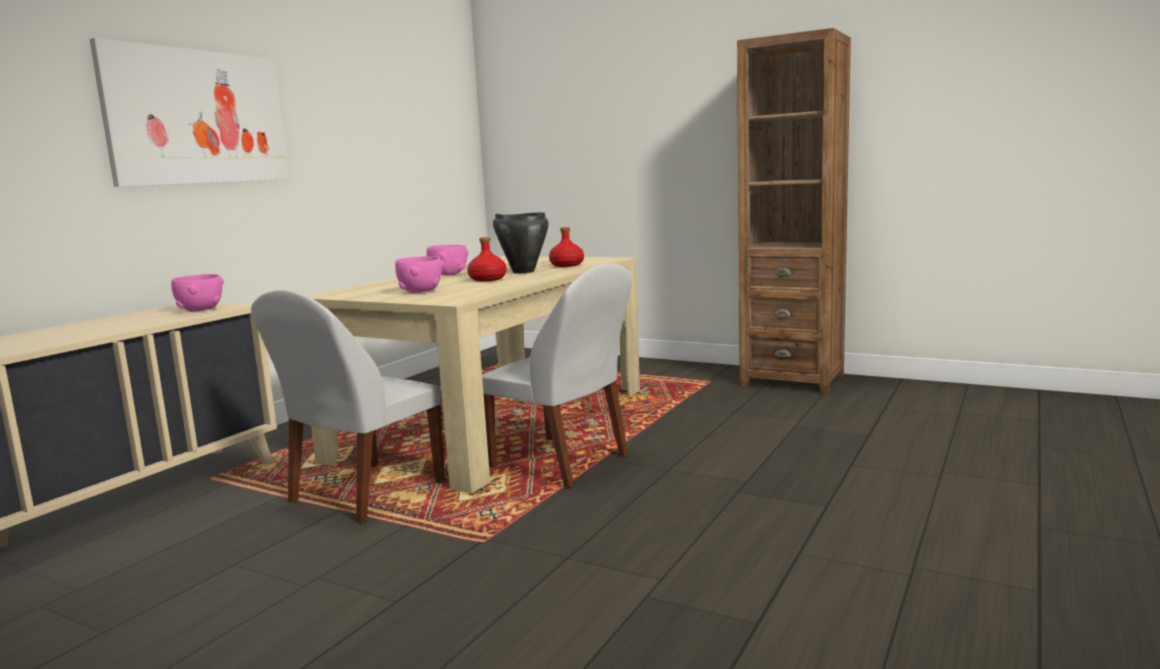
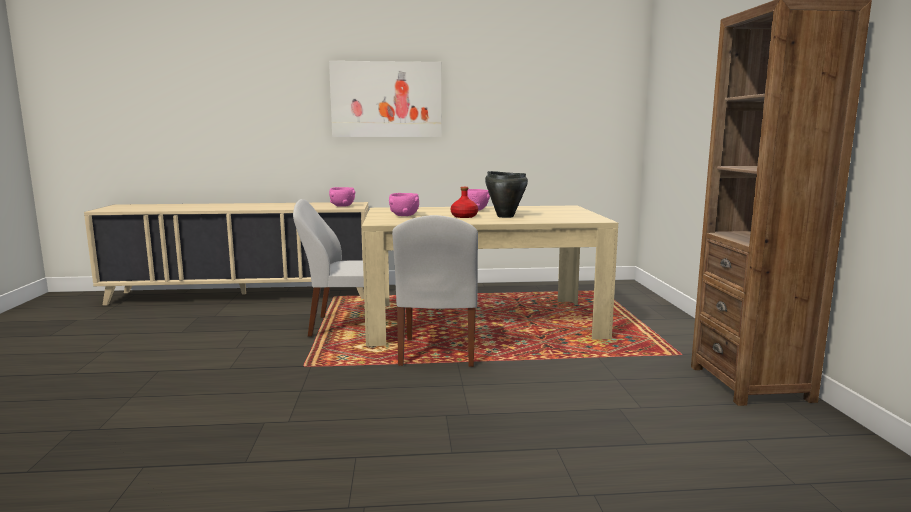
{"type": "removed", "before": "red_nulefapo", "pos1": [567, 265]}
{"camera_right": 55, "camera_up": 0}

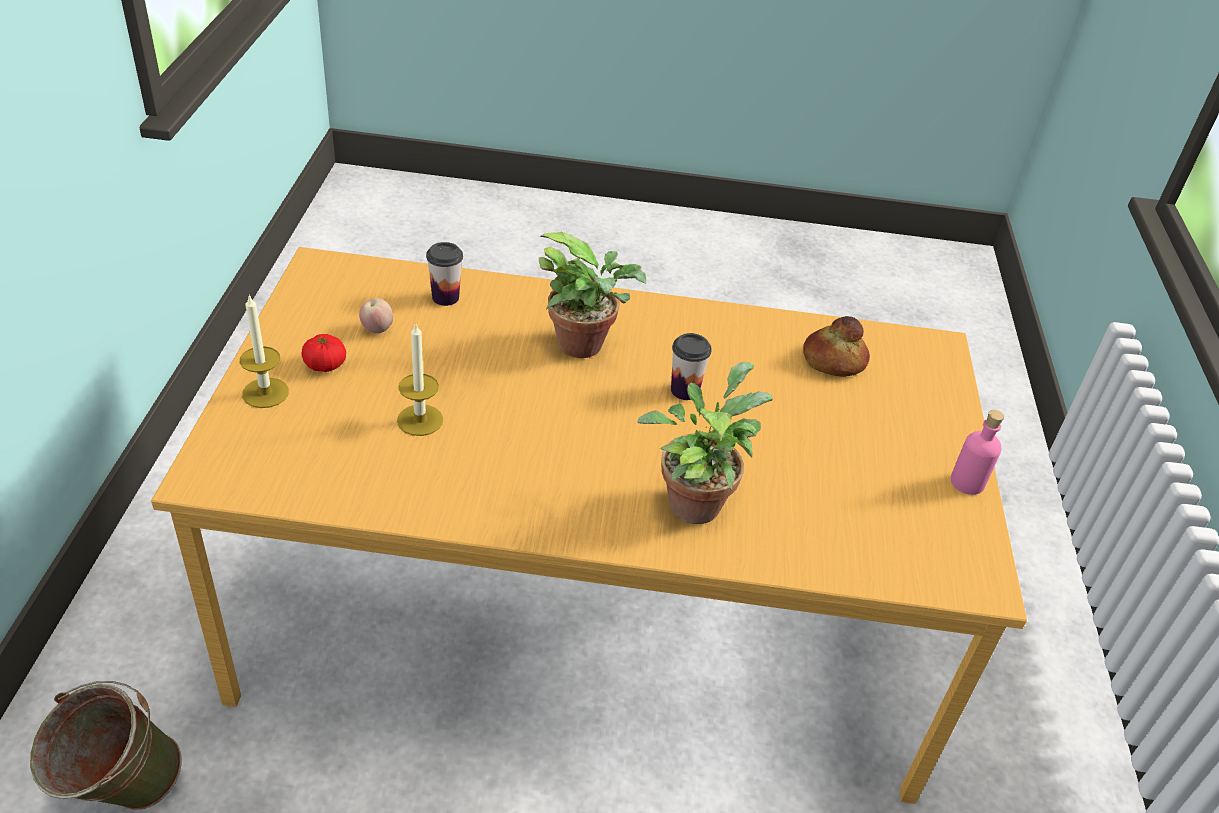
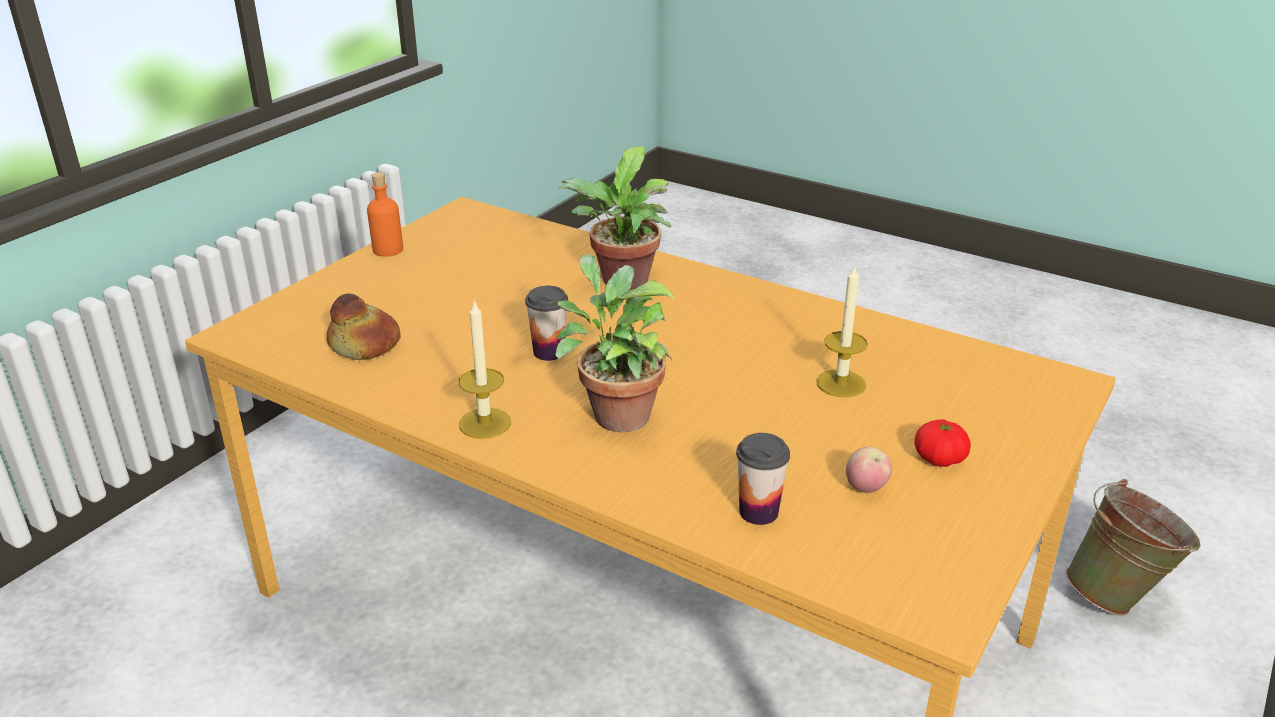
{"type": "moved", "before": "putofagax", "pos1": [265, 393], "pos2": [485, 423]}
{"type": "recoloured", "before": "pink_nulefapo", "after": "orange_nulefapo", "pos1": [967, 482], "pos2": [388, 250]}
{"camera_right": -150, "camera_up": -10}

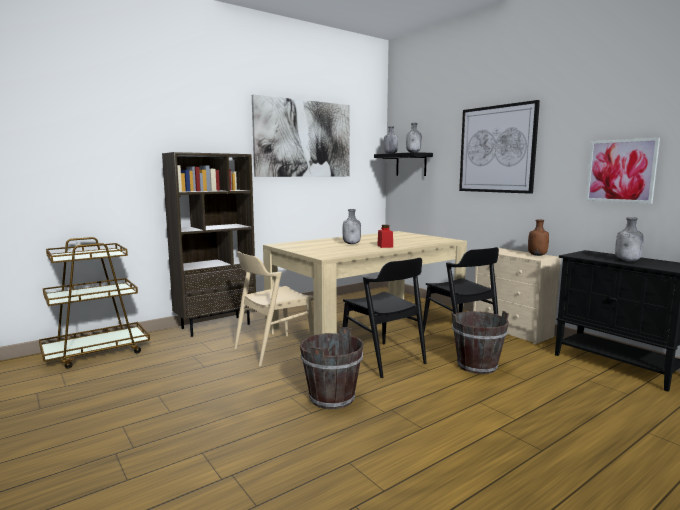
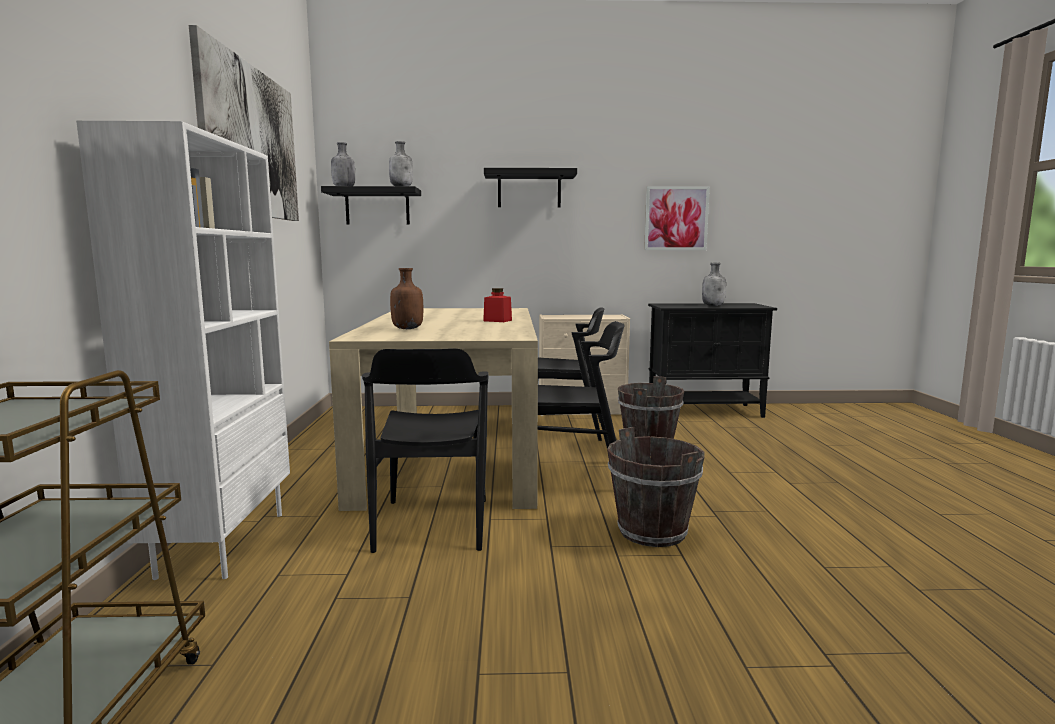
{"type": "replaced", "before": "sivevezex", "after": "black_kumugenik", "pos1": [497, 149], "pos2": [529, 190]}
{"type": "recoloured", "before": "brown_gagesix", "after": "white_gagesix", "pos1": [216, 326], "pos2": [222, 543]}
{"type": "removed", "before": "grey_nulefapo", "pos1": [352, 243]}
{"type": "moved", "before": "brown_nulefapo", "pos1": [537, 255], "pos2": [407, 328]}
{"type": "recoloured", "before": "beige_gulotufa", "after": "black_gulotufa", "pos1": [274, 349], "pos2": [432, 524]}
{"camera_right": -55, "camera_up": 0}

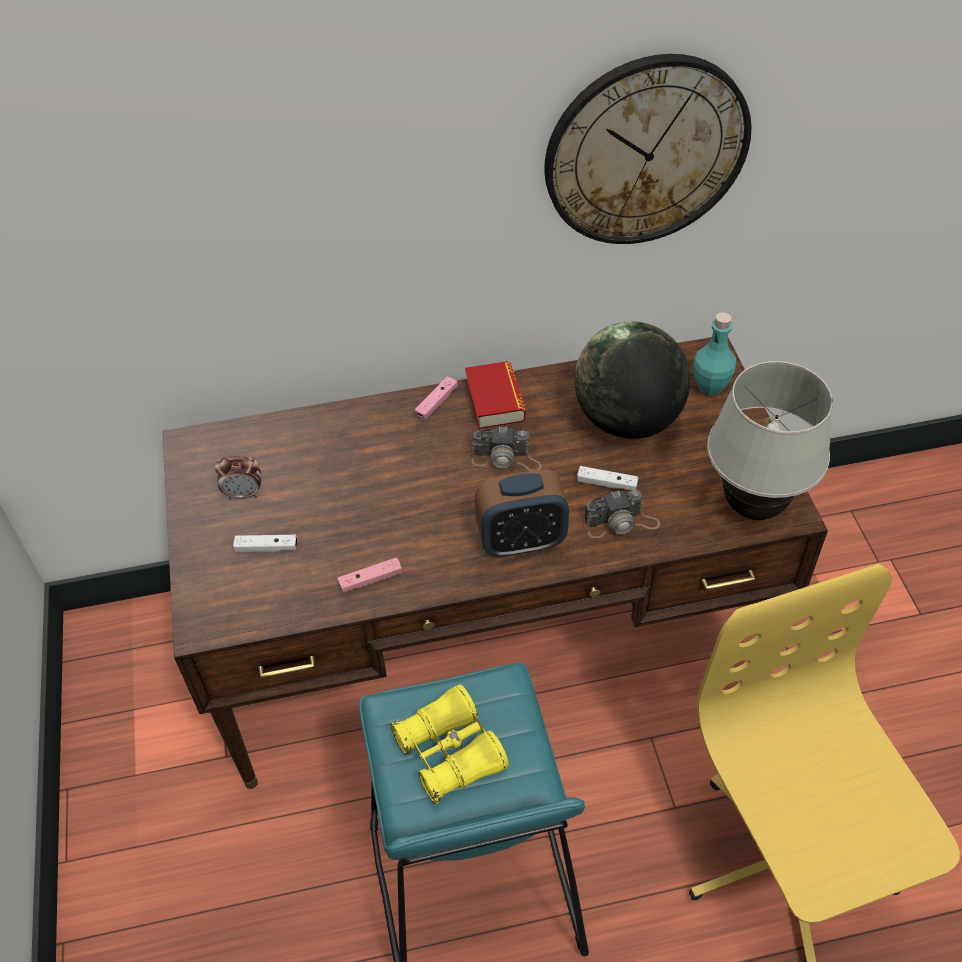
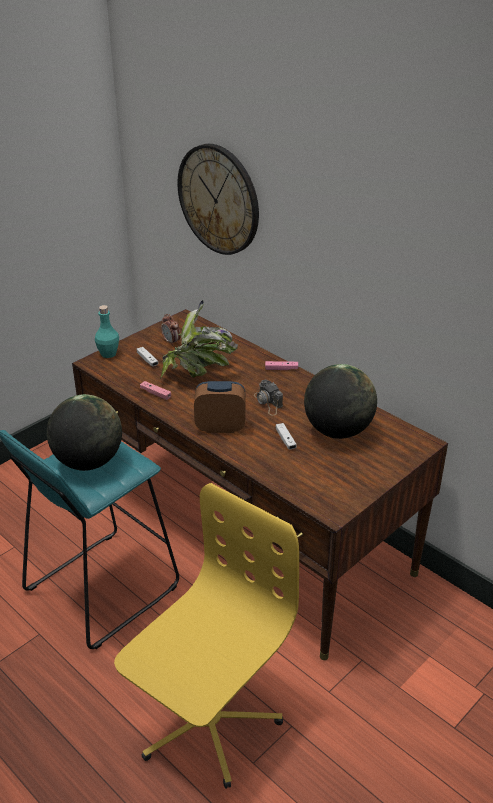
{"type": "moved", "before": "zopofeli", "pos1": [646, 151], "pos2": [219, 199]}
{"type": "moved", "before": "turquoise_nulefapo", "pos1": [710, 386], "pos2": [108, 354]}
{"type": "removed", "before": "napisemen", "pos1": [495, 400]}
{"type": "removed", "before": "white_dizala", "pos1": [752, 508]}
{"type": "turned", "before": "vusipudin", "pos1": [521, 541], "pos2": [220, 427], "turn": 135}
{"type": "removed", "before": "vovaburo", "pos1": [621, 522]}
{"type": "replaced", "before": "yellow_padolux", "after": "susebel", "pos1": [450, 752], "pos2": [89, 461]}
{"type": "added", "after": "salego", "pos2": [198, 373]}
{"camera_right": 55, "camera_up": -15}

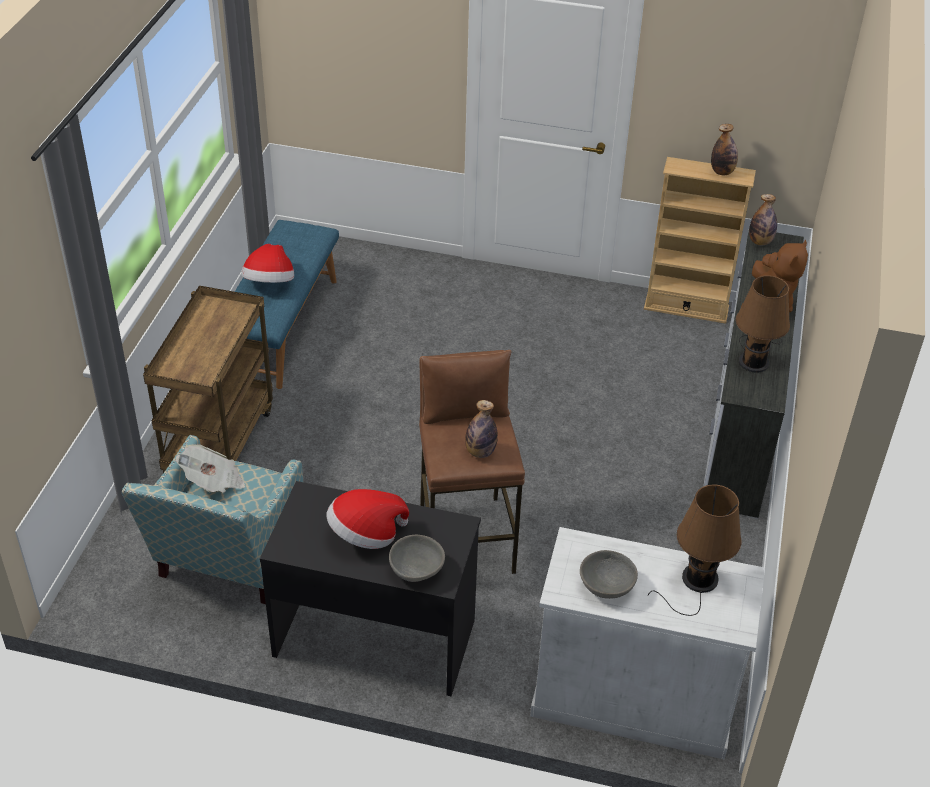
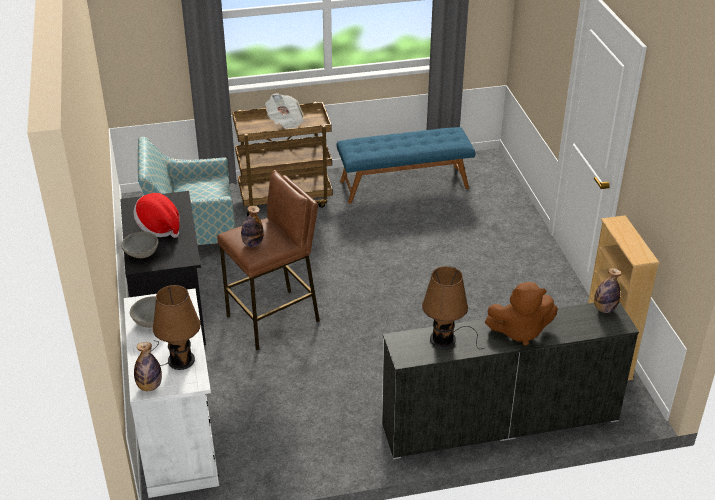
{"type": "moved", "before": "nulefapo", "pos1": [722, 172], "pos2": [149, 386]}
{"type": "removed", "before": "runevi", "pos1": [270, 284]}
{"type": "moved", "before": "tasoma", "pos1": [213, 482], "pos2": [285, 121]}
{"camera_right": 65, "camera_up": -5}

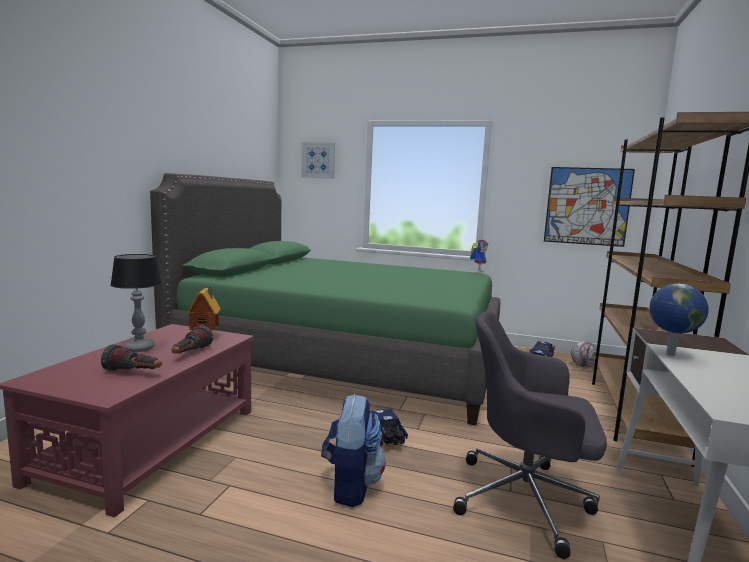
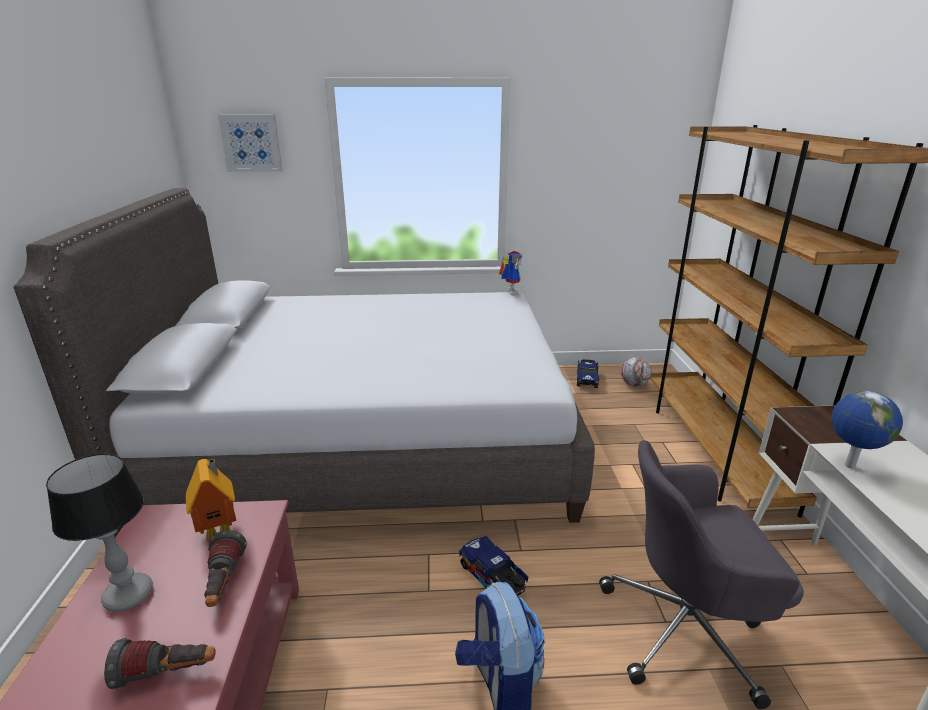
{"type": "removed", "before": "sivevezex", "pos1": [587, 206]}
{"type": "recoloured", "before": "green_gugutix", "after": "grey_gugutix", "pos1": [345, 358], "pos2": [366, 441]}
{"camera_right": -20, "camera_up": 15}

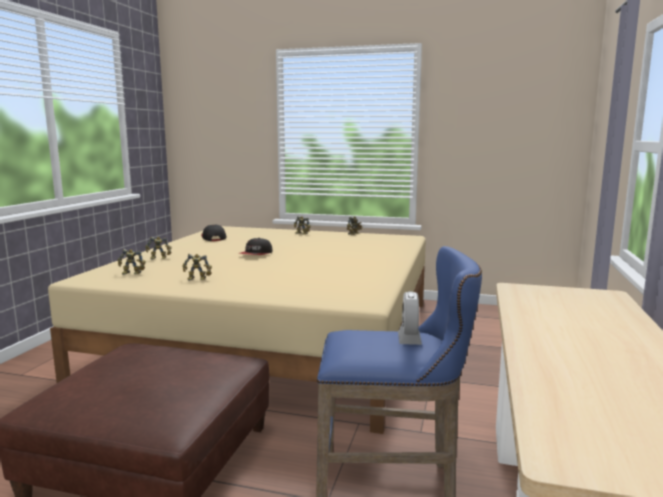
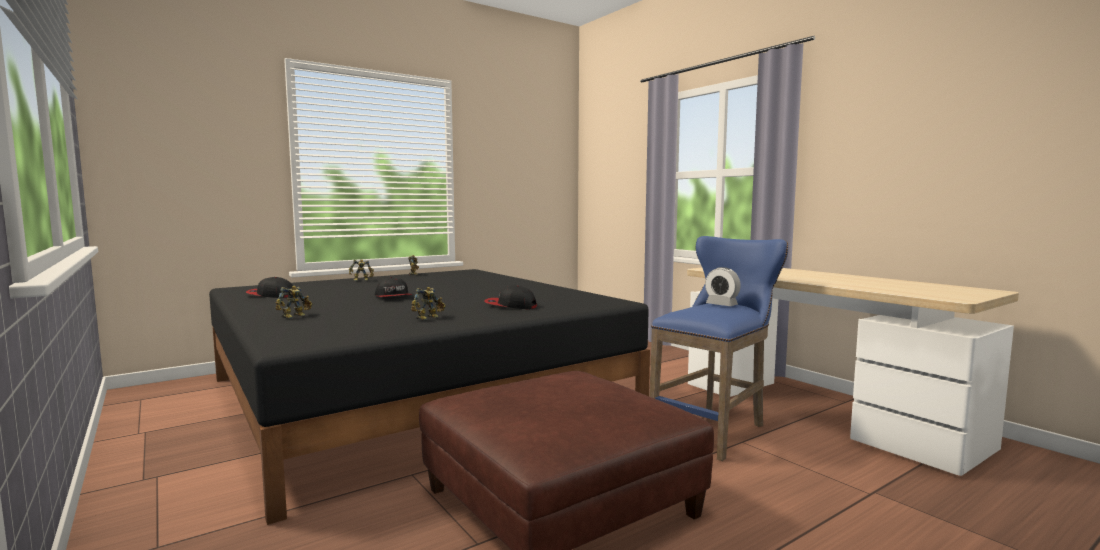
{"type": "recoloured", "before": "beige_gugutix", "after": "black_gugutix", "pos1": [275, 338], "pos2": [415, 395]}
{"type": "removed", "before": "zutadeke", "pos1": [131, 273]}
{"type": "added", "after": "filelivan", "pos2": [510, 306]}
{"camera_right": -50, "camera_up": -5}

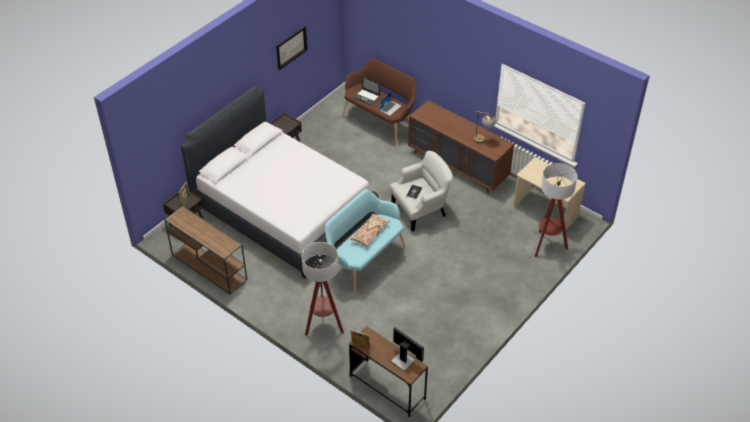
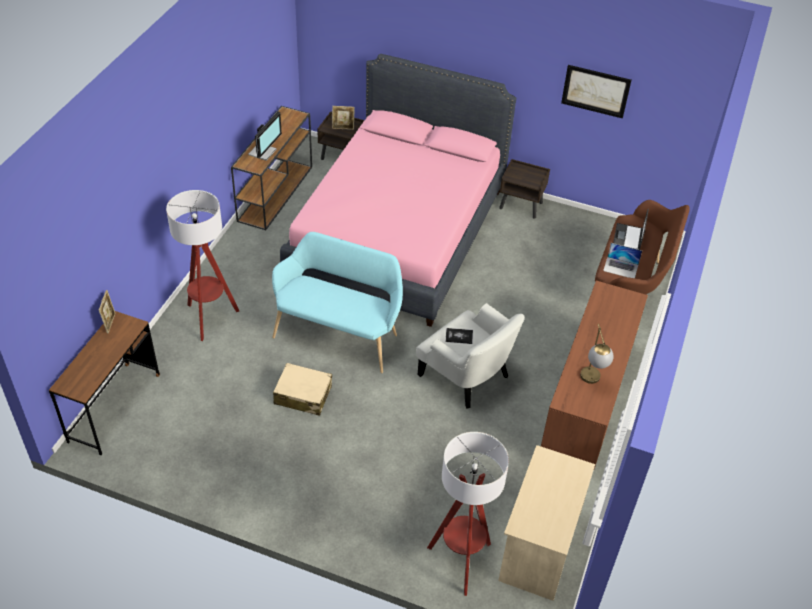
{"type": "recoloured", "before": "white_gugutix", "after": "pink_gugutix", "pos1": [284, 211], "pos2": [398, 234]}
{"type": "removed", "before": "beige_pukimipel", "pos1": [370, 233]}
{"type": "moved", "before": "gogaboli", "pos1": [403, 360], "pos2": [263, 152]}
{"type": "added", "after": "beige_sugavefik", "pos2": [303, 395]}
{"camera_right": 70, "camera_up": 0}

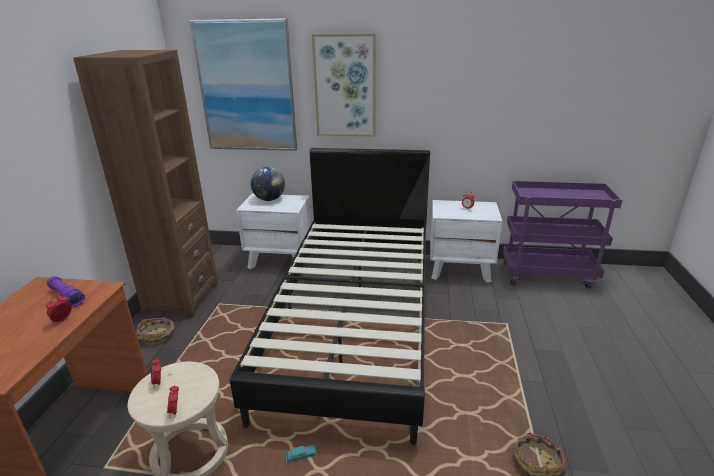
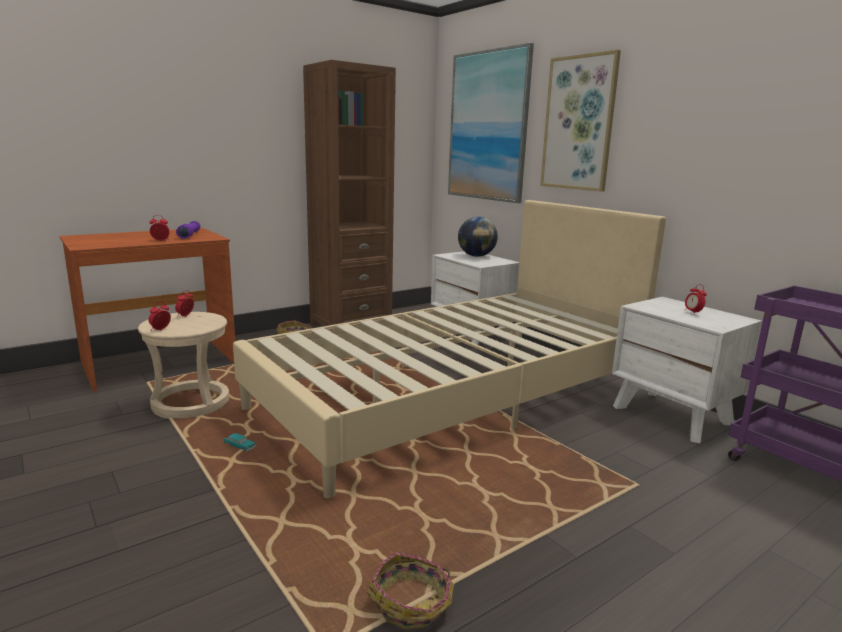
{"type": "recoloured", "before": "black_gugutix", "after": "beige_gugutix", "pos1": [354, 322], "pos2": [453, 397]}
{"camera_right": 45, "camera_up": -10}

